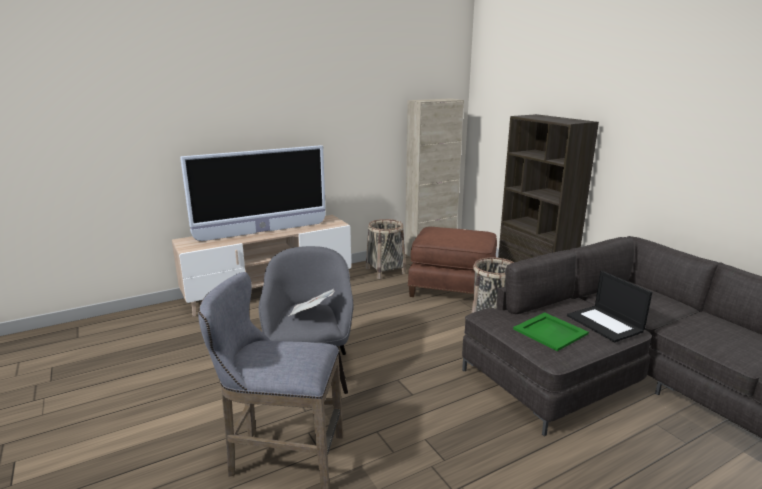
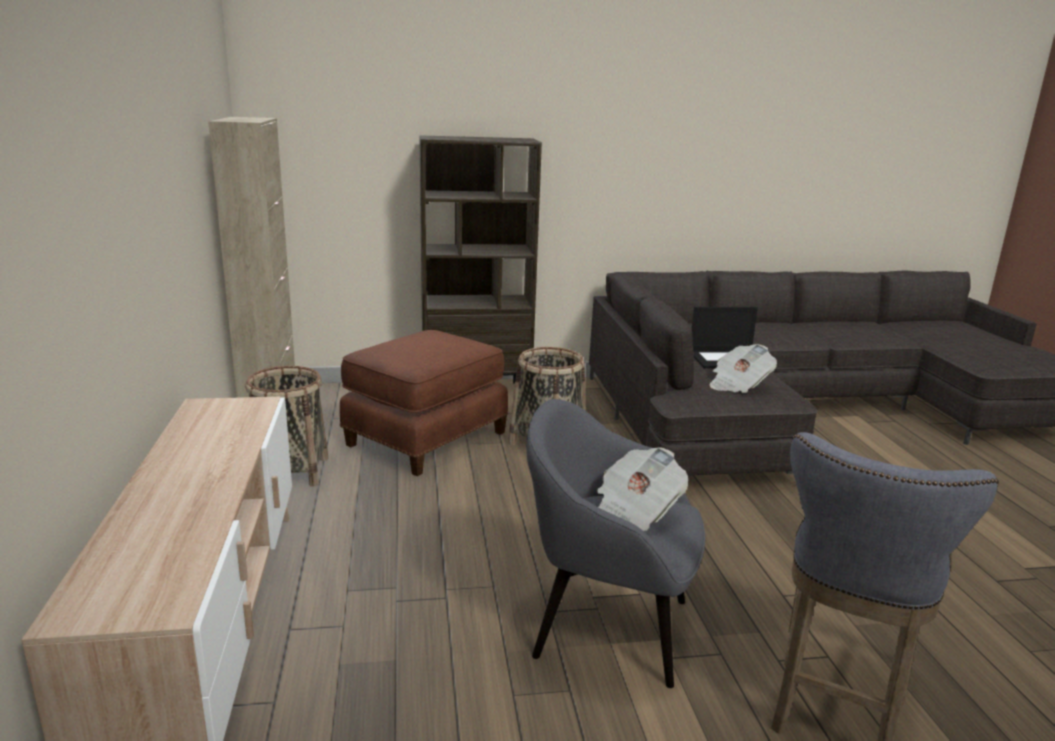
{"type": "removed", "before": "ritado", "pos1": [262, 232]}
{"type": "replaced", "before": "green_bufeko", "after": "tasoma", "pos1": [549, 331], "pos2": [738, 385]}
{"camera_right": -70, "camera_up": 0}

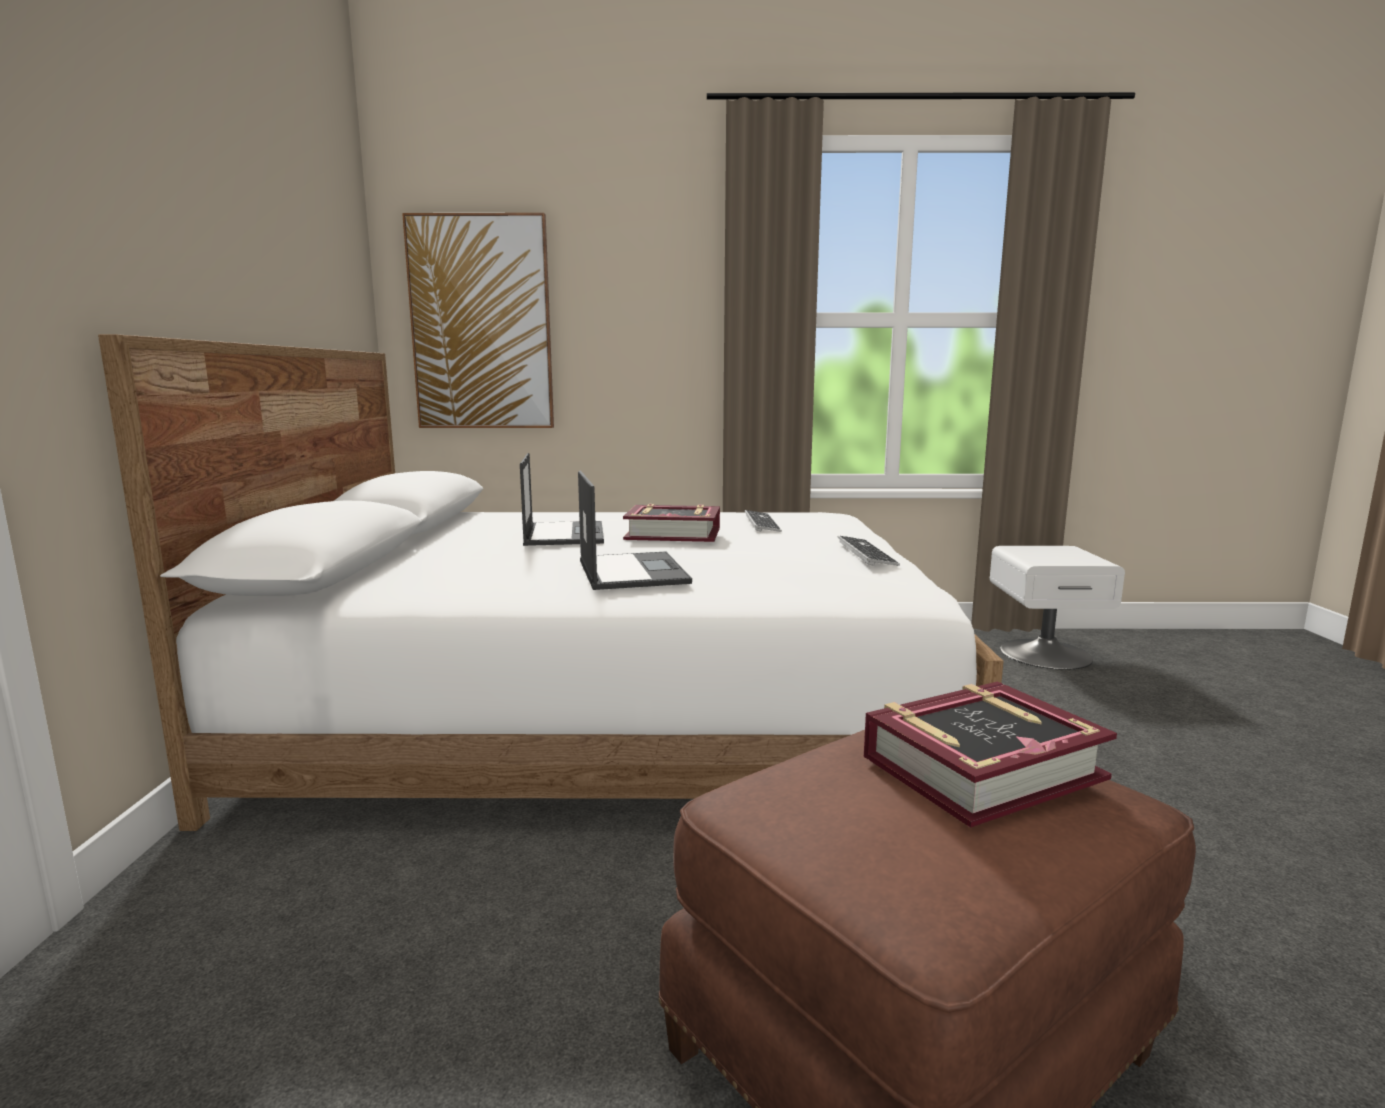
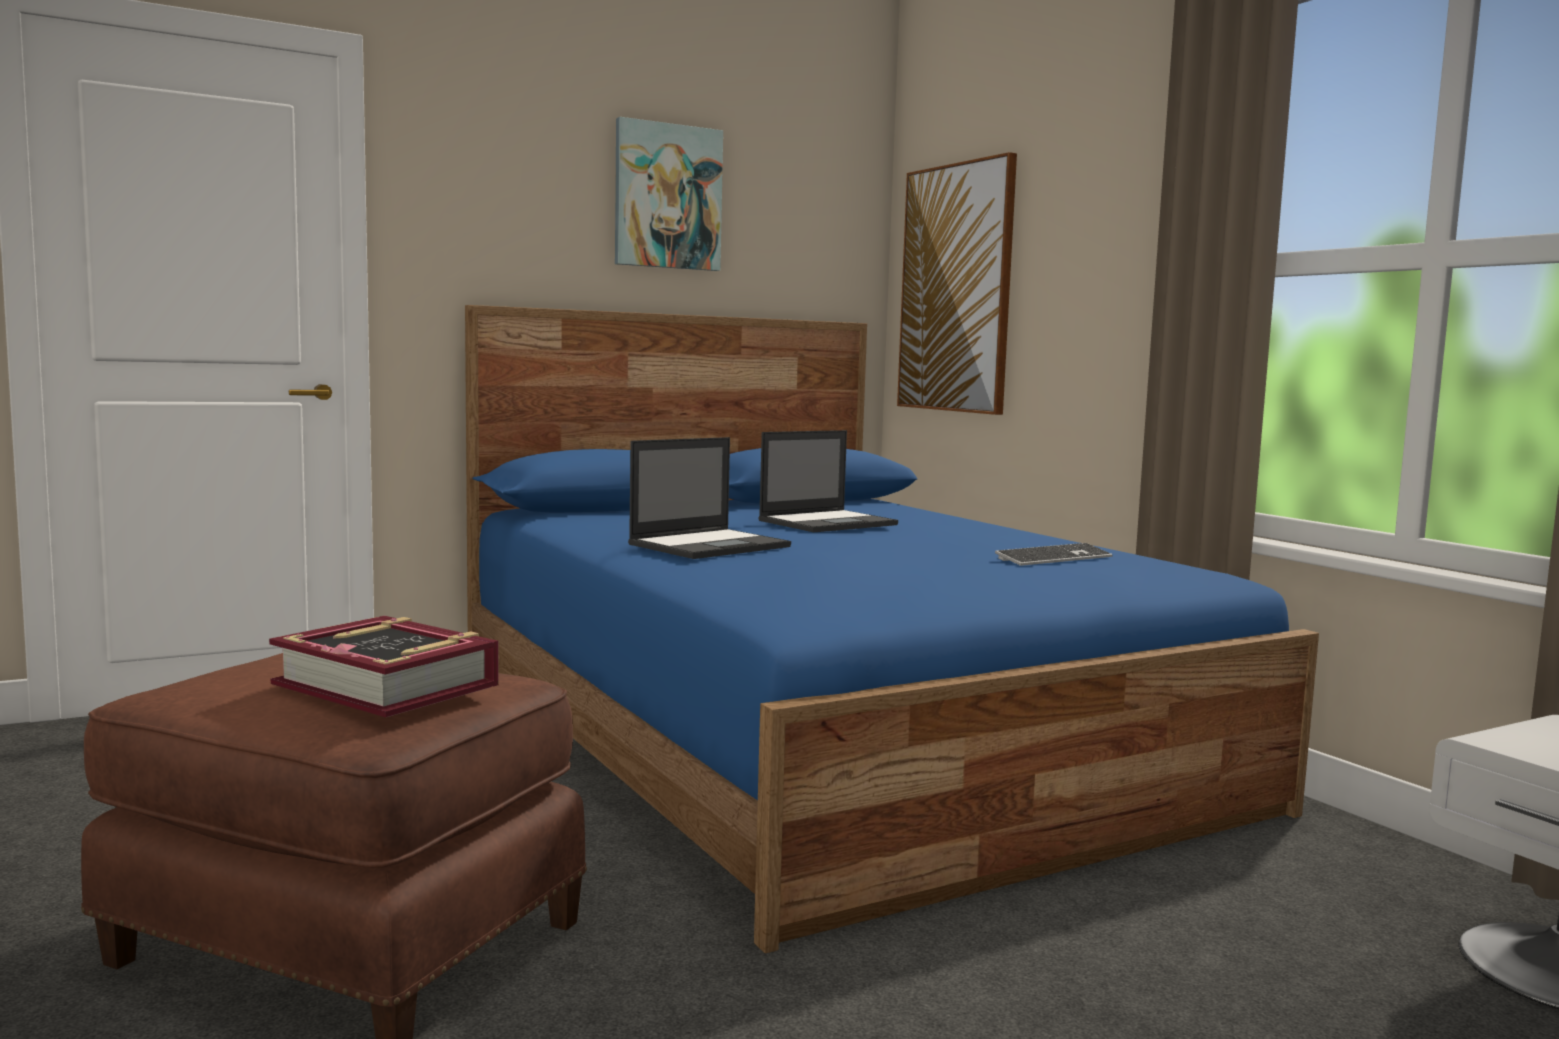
{"type": "recoloured", "before": "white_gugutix", "after": "blue_gugutix", "pos1": [611, 707], "pos2": [823, 735]}
{"type": "removed", "before": "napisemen", "pos1": [673, 534]}
{"type": "removed", "before": "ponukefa", "pos1": [866, 553]}
{"type": "added", "after": "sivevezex", "pos2": [667, 196]}
{"camera_right": 60, "camera_up": -5}

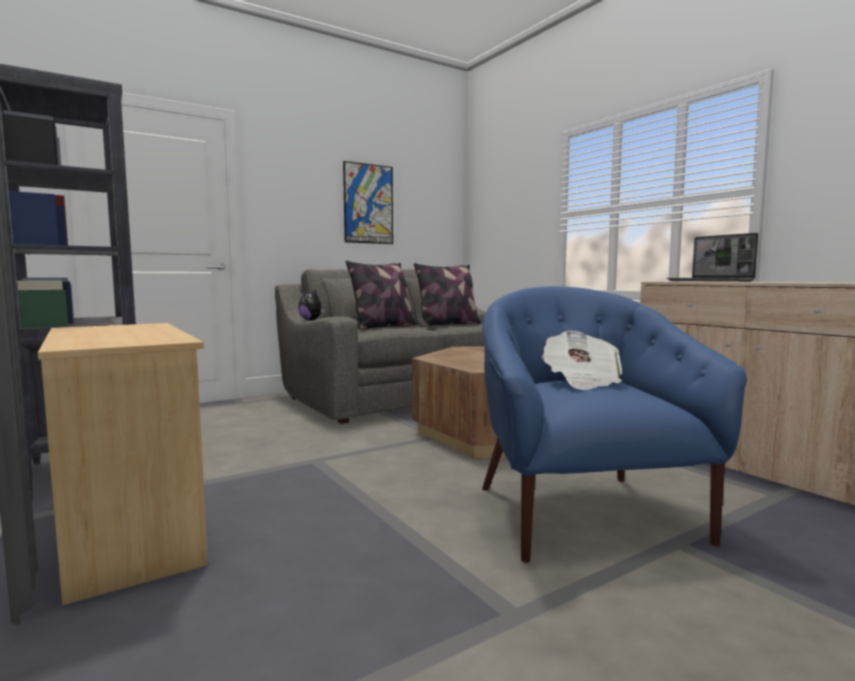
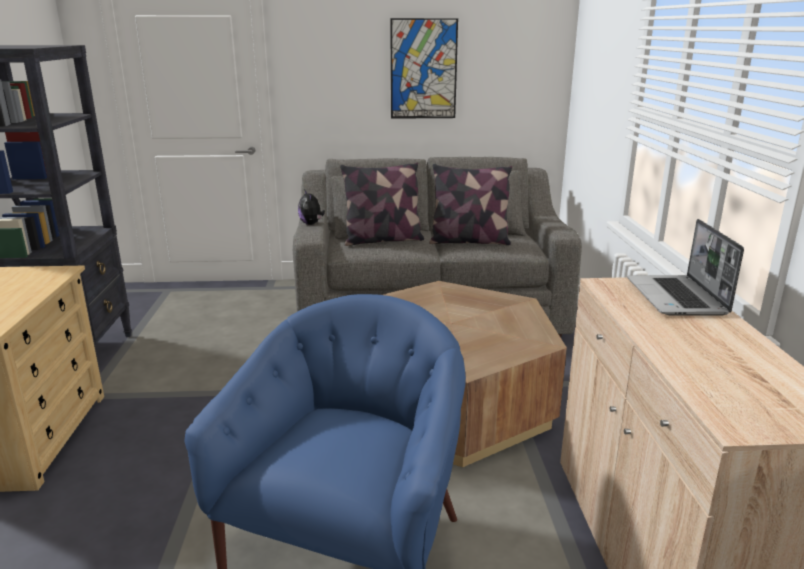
{"type": "removed", "before": "tasoma", "pos1": [581, 381]}
{"camera_right": 30, "camera_up": 15}

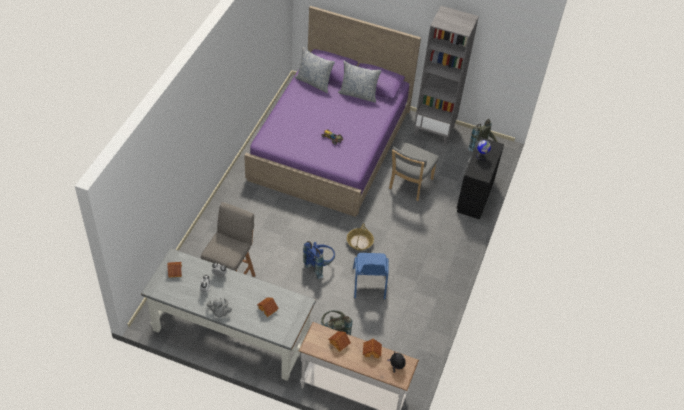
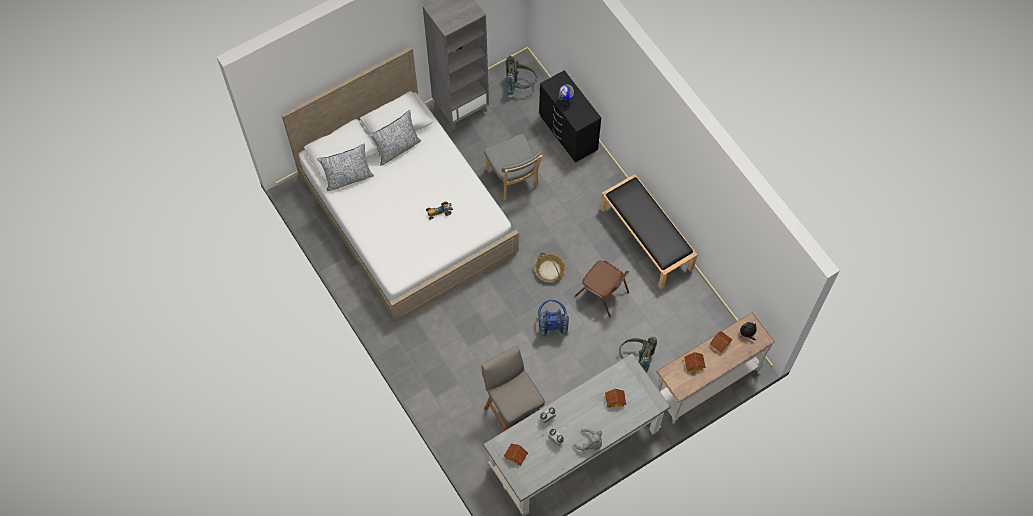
{"type": "recoloured", "before": "purple_gugutix", "after": "white_gugutix", "pos1": [331, 144], "pos2": [407, 213]}
{"type": "recoloured", "before": "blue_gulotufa", "after": "brown_gulotufa", "pos1": [369, 284], "pos2": [603, 294]}
{"type": "added", "after": "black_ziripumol", "pos2": [647, 239]}
{"camera_right": -50, "camera_up": 15}

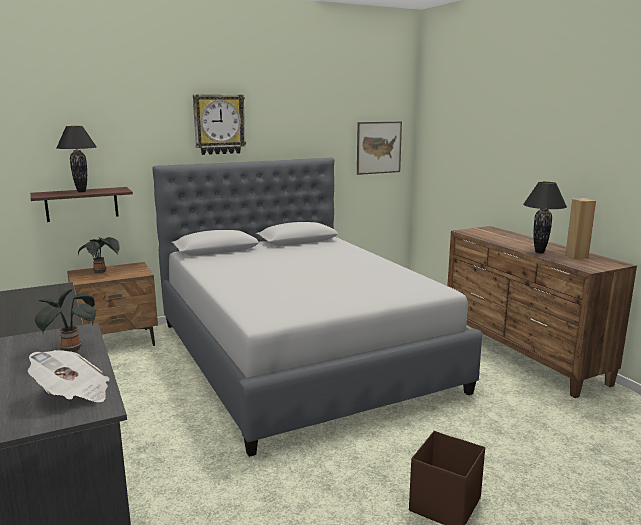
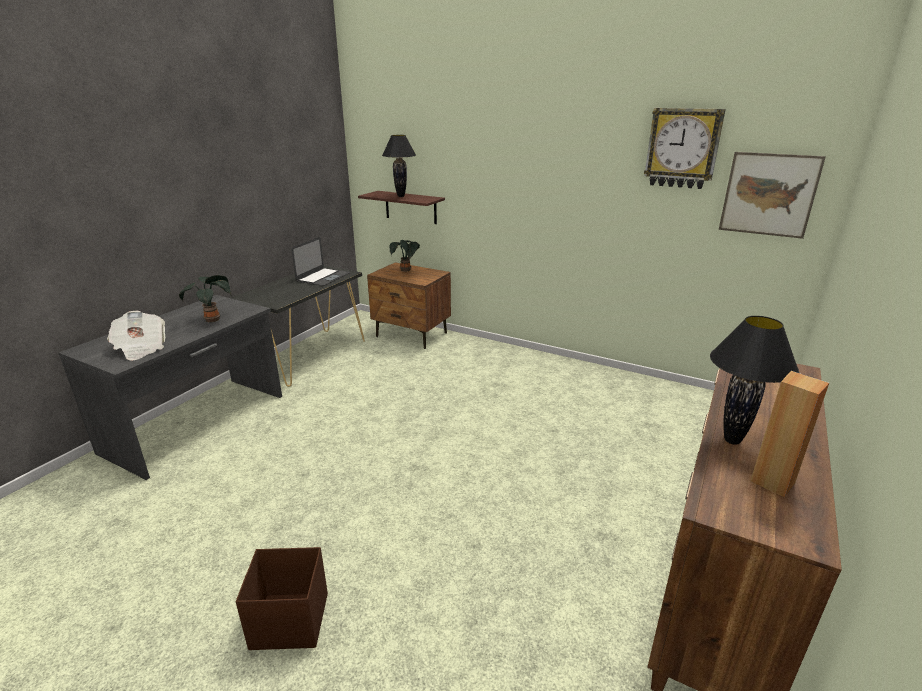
{"type": "moved", "before": "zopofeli", "pos1": [219, 124], "pos2": [682, 148]}
{"type": "removed", "before": "grey_gugutix", "pos1": [300, 355]}
{"type": "added", "after": "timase", "pos2": [323, 277]}
{"camera_right": 55, "camera_up": 10}

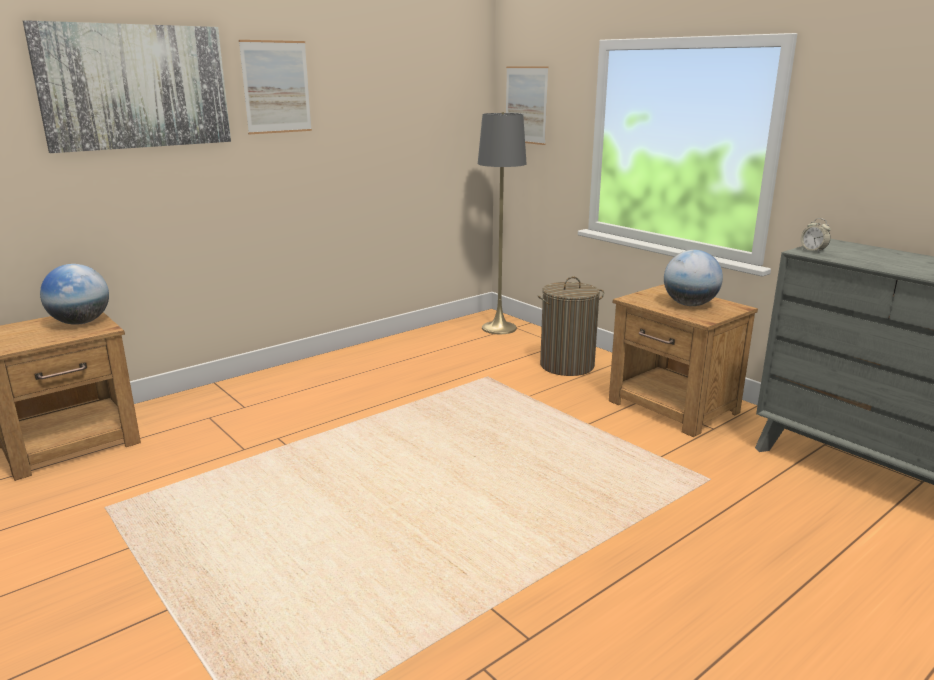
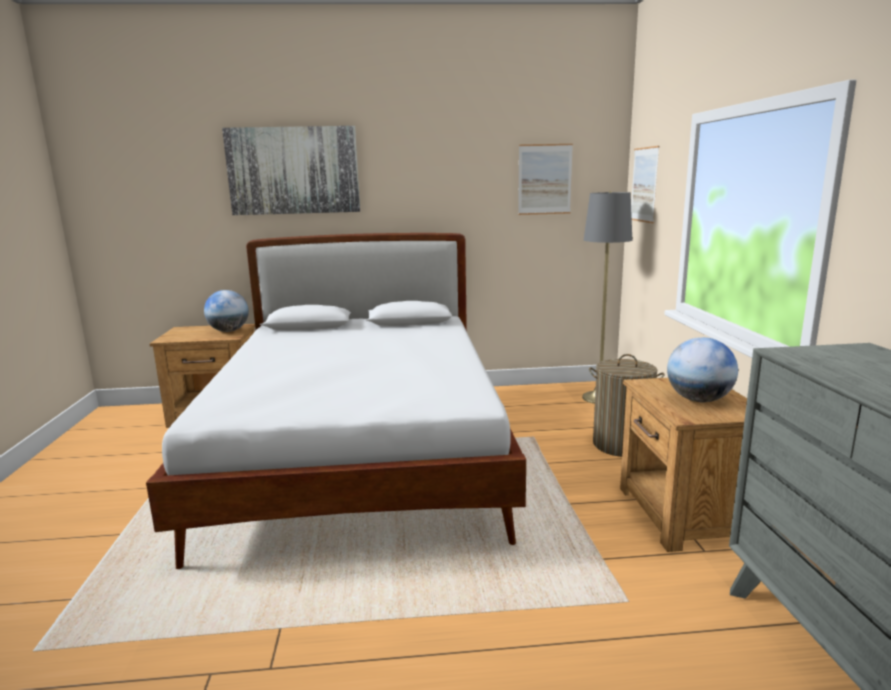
{"type": "moved", "before": "sivevezex", "pos1": [276, 87], "pos2": [545, 179]}
{"type": "removed", "before": "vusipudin", "pos1": [813, 250]}
{"type": "added", "after": "white_gugutix", "pos2": [361, 456]}
{"camera_right": 35, "camera_up": -5}

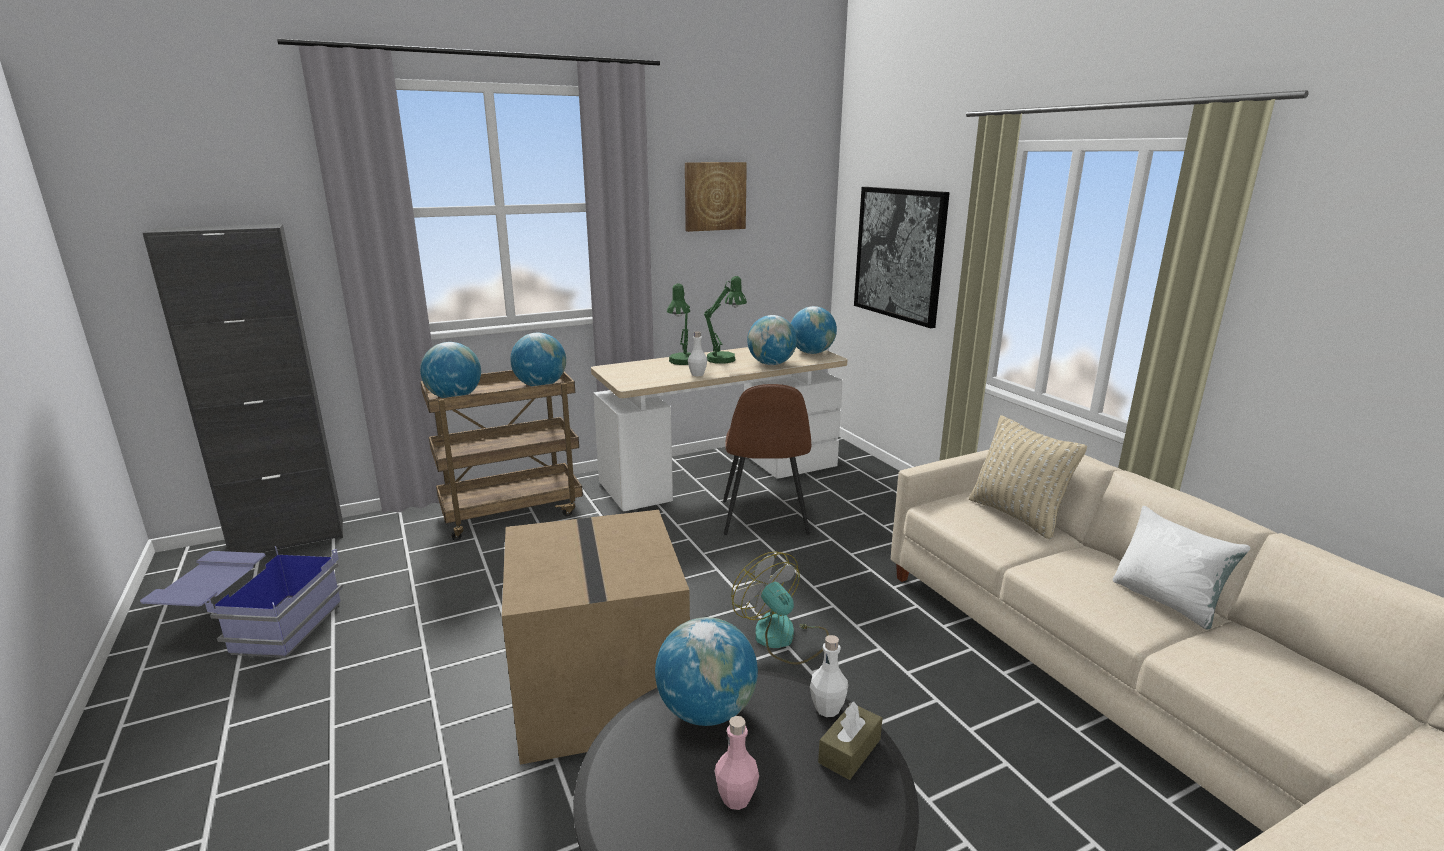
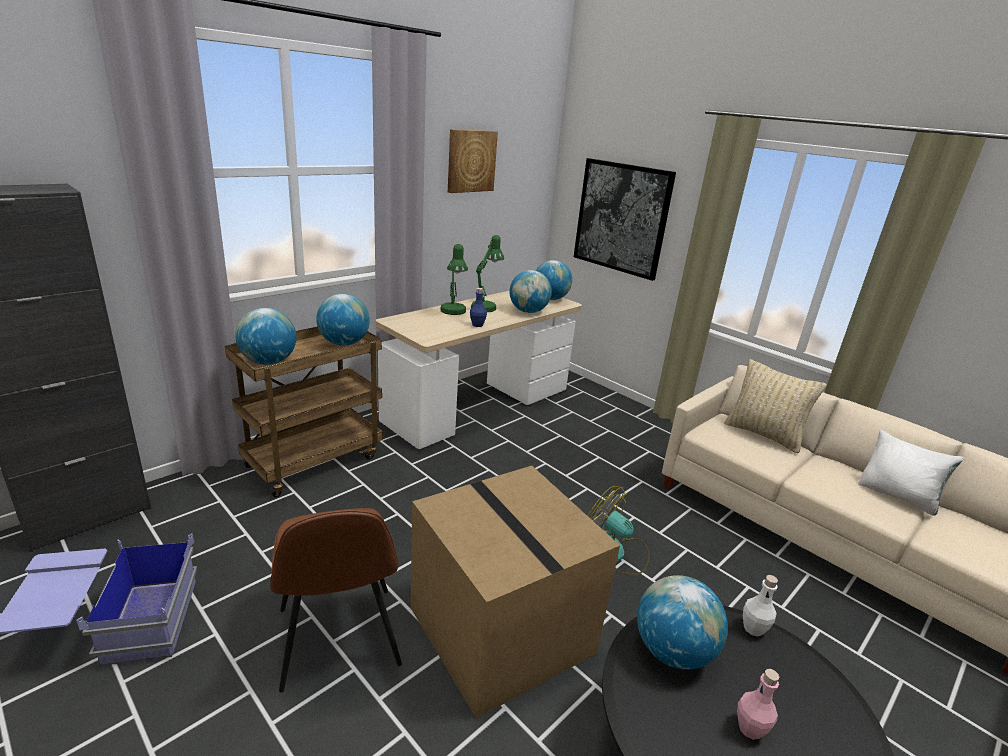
{"type": "recoloured", "before": "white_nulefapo", "after": "blue_nulefapo", "pos1": [697, 374], "pos2": [477, 325]}
{"type": "moved", "before": "brown_gulotufa", "pos1": [764, 518], "pos2": [338, 640]}
{"type": "removed", "before": "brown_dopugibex", "pos1": [849, 751]}
{"camera_right": -20, "camera_up": 5}

